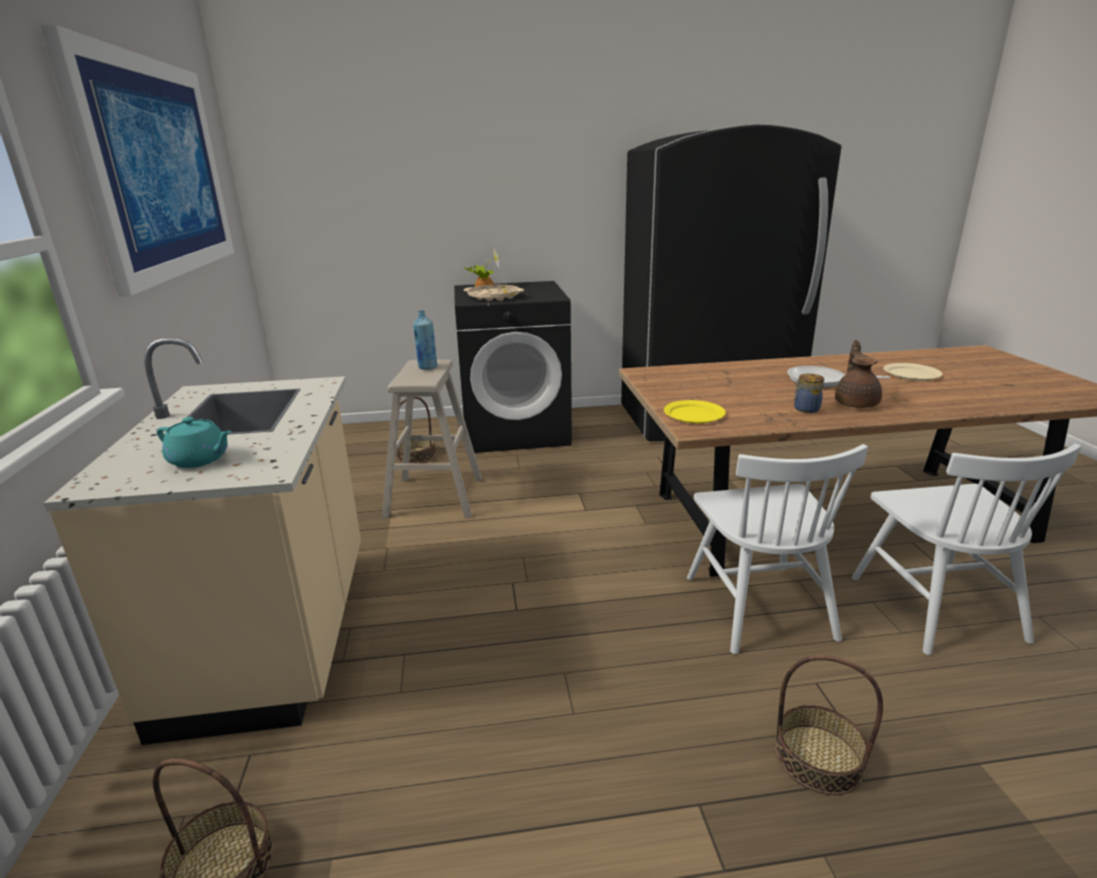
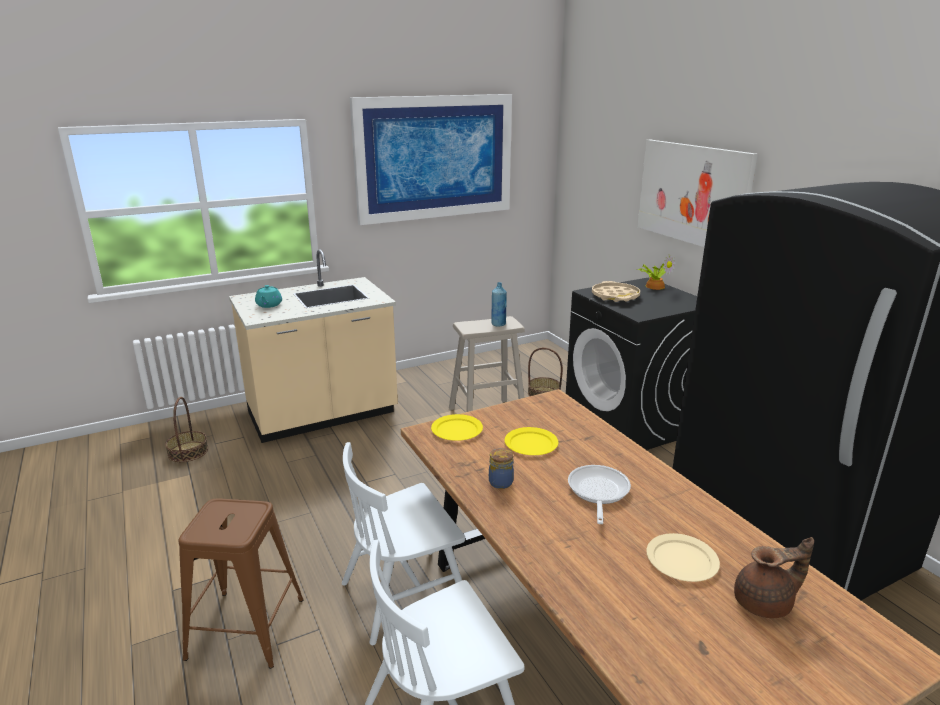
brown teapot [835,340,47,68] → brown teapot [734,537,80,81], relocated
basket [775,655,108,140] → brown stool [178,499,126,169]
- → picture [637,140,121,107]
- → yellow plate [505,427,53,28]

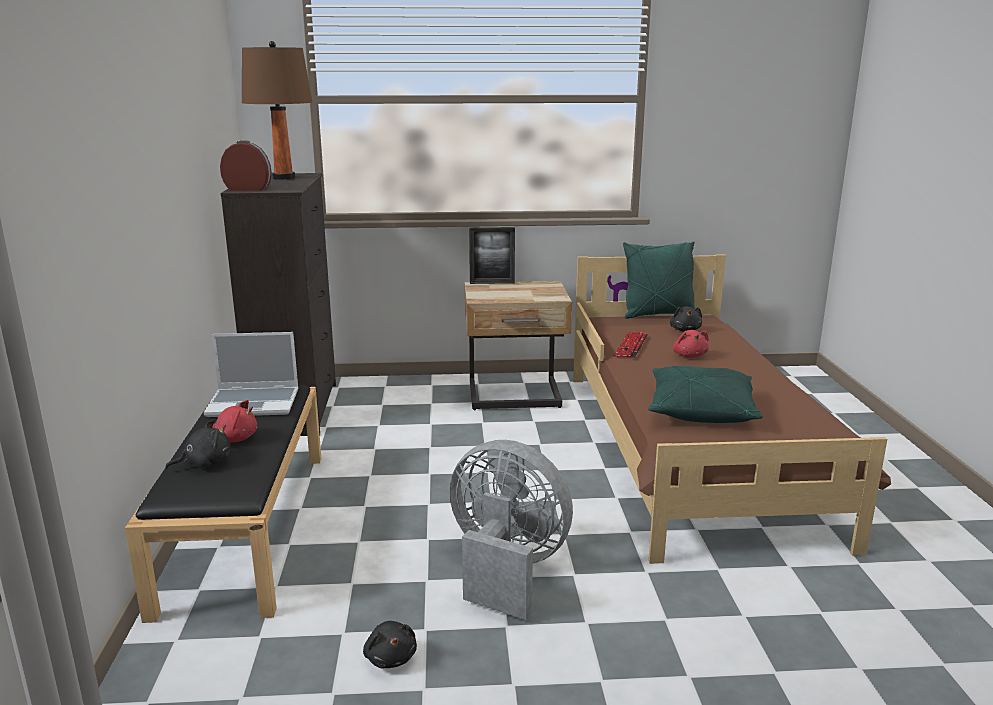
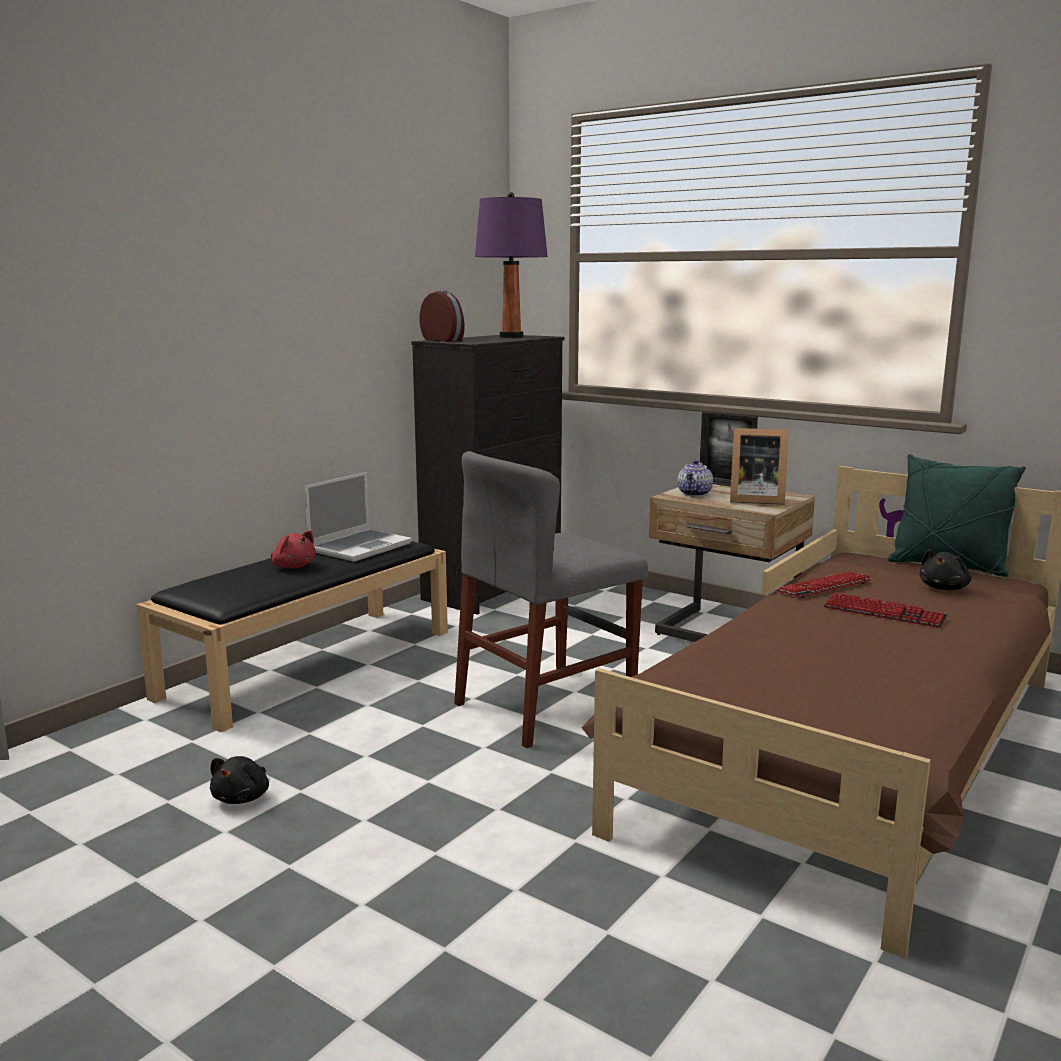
brown table lamp [242,41,70,138] → purple table lamp [475,192,73,146]
red plush toy [673,330,36,28] → keyboard [824,592,123,36]
laptop [204,332,95,85] → laptop [305,472,107,90], 90 degrees counterclockwise
green pillow [648,366,115,57] → -
black plush toy [165,419,66,50] → -
grey fan [449,440,124,180] → -
- → picture frame [730,428,58,77]
- → grey chair [454,451,194,297]
- → teapot [677,460,36,37]

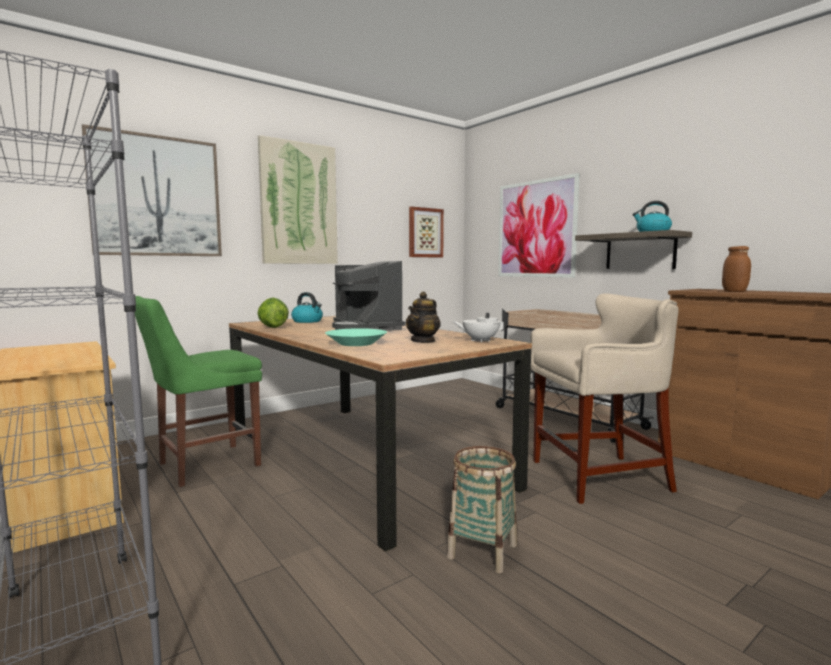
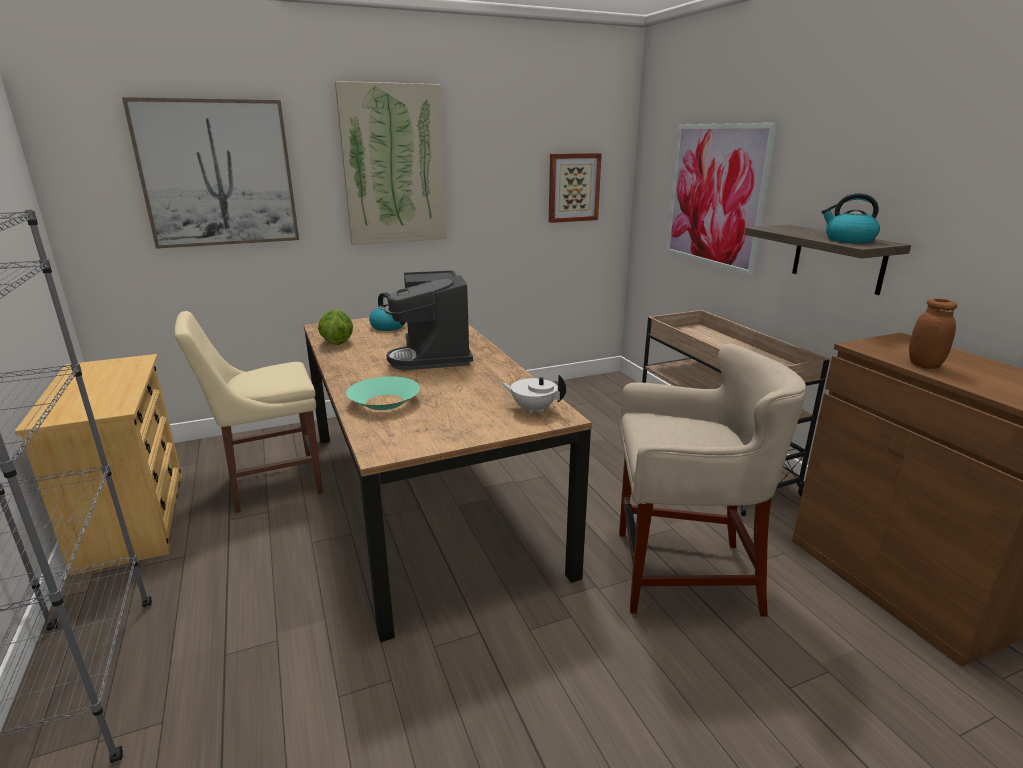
teapot [406,292,35,51] → -
green chair [135,296,127,191] → beige chair [174,311,149,202]
basket [447,446,70,127] → -

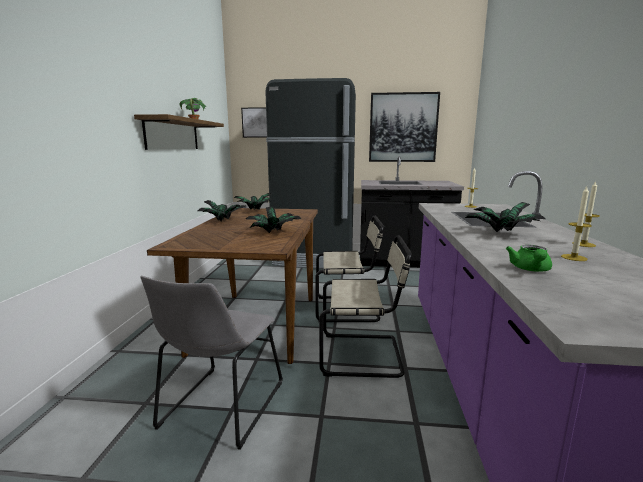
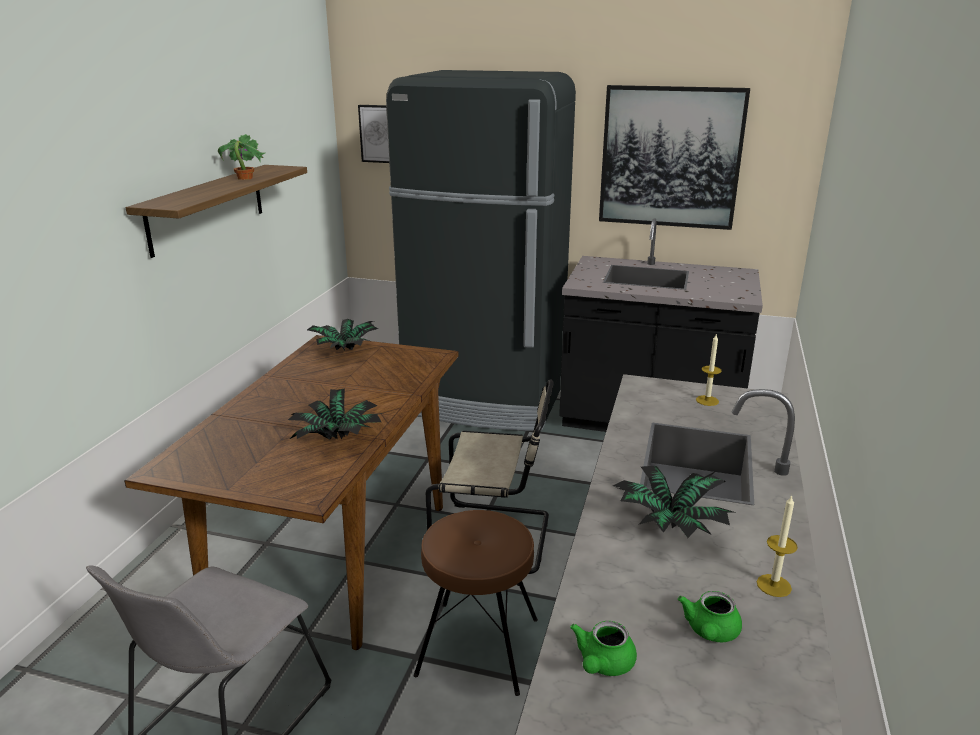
candle [561,187,31,74] → green teapot [678,591,64,51]
potted plant [198,200,49,21] → -
beige chair [319,235,93,143] → brown stool [414,510,124,186]

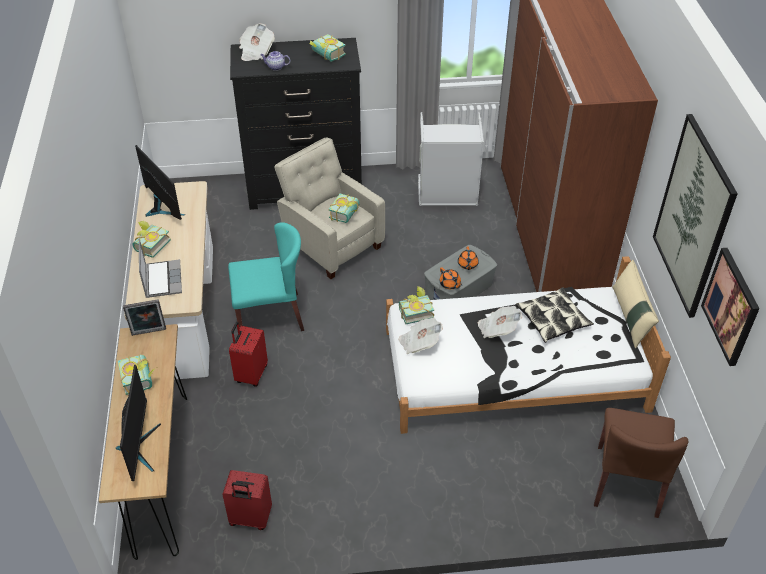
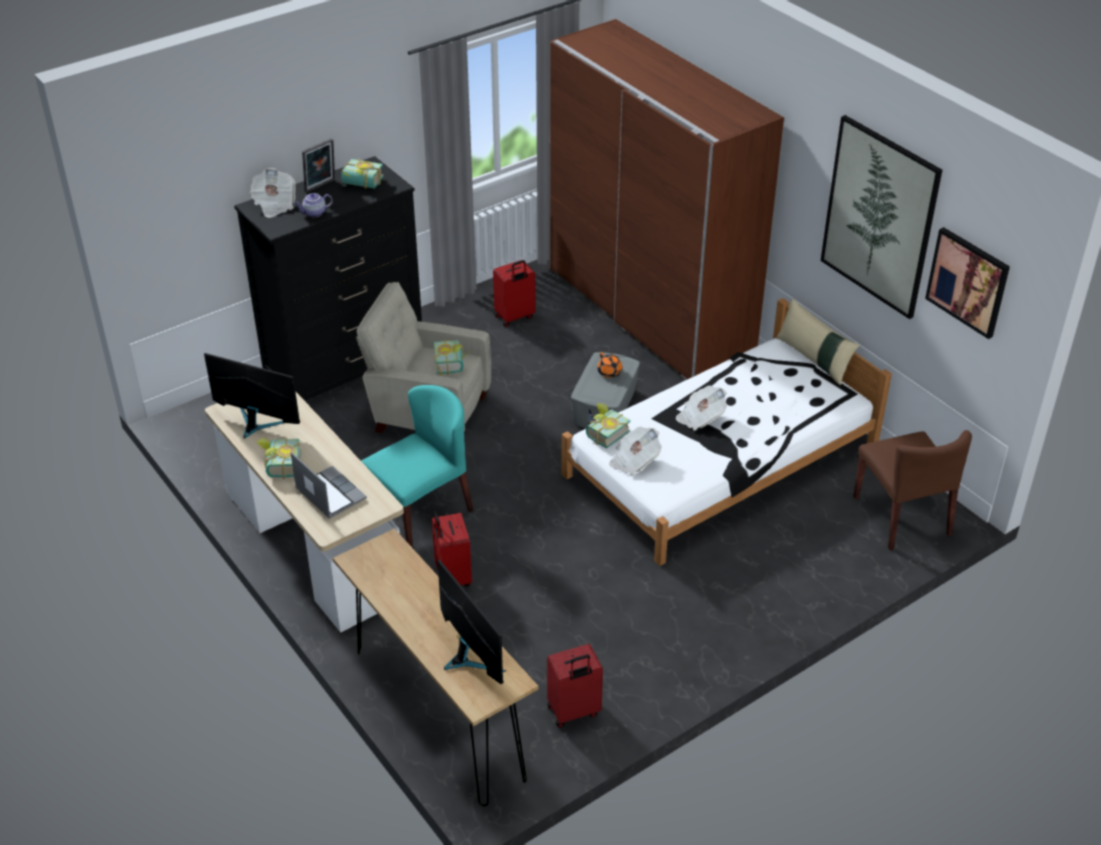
grey laundry basket [418,112,66,94] → red suitcase [493,260,43,67]
orange teapot [439,267,23,22] → -
pillow [516,287,78,56] → -
picture frame [123,299,43,37] → picture frame [302,138,33,55], relocated
book [118,355,37,40] → -

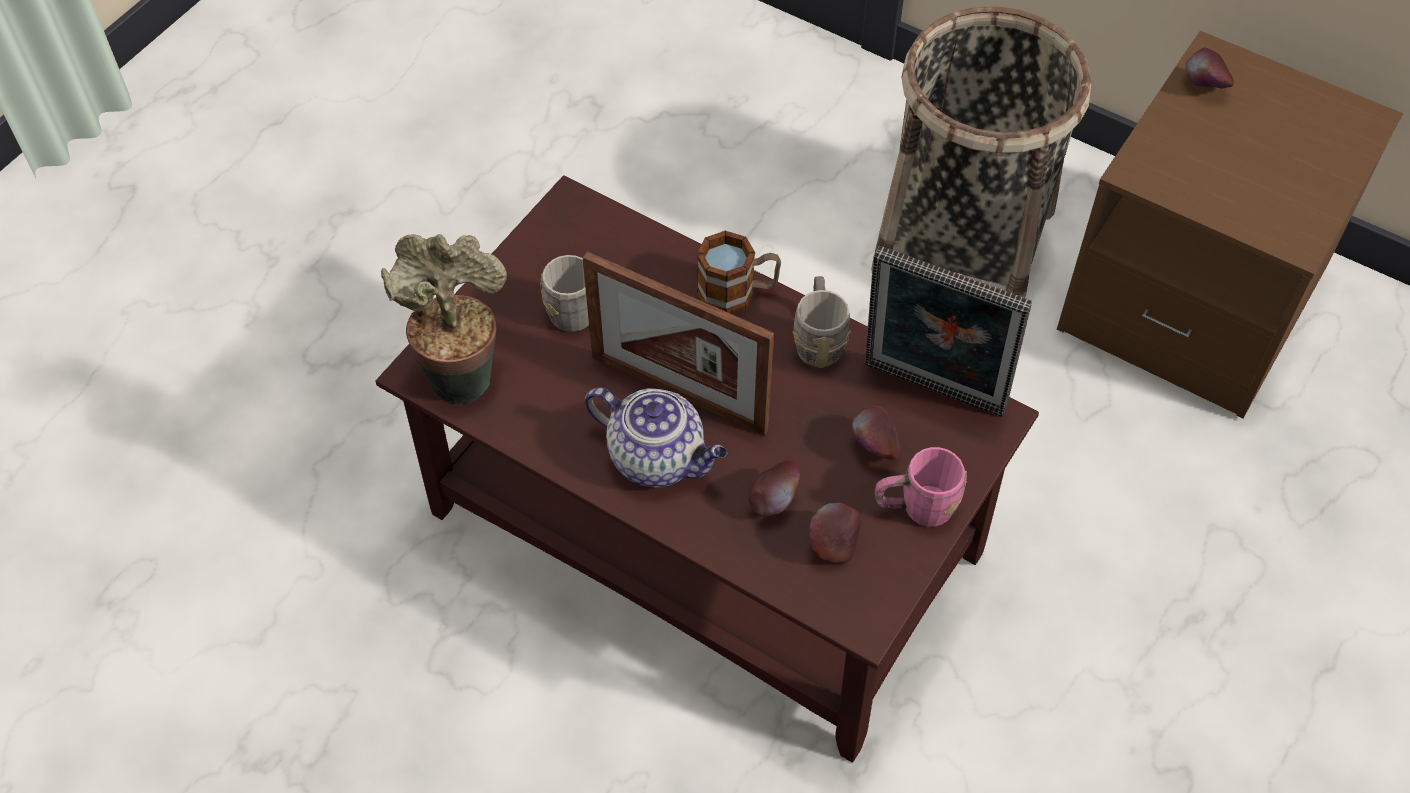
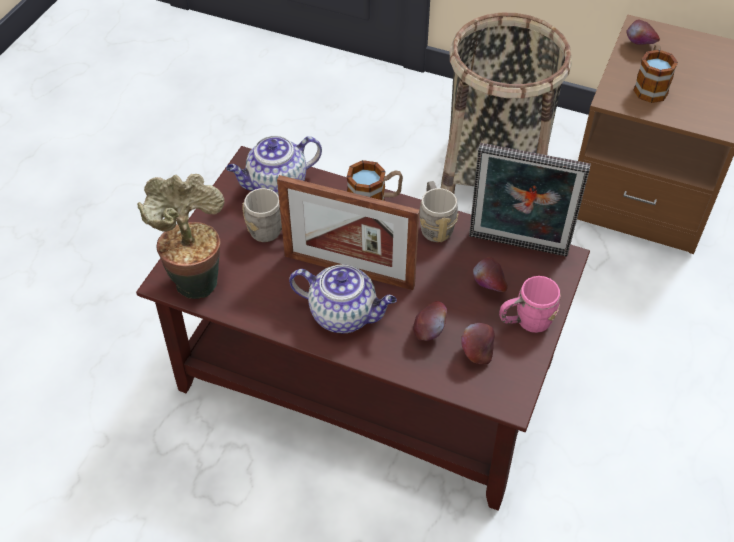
- → mug [633,44,45,59]
- → teapot [226,135,96,61]

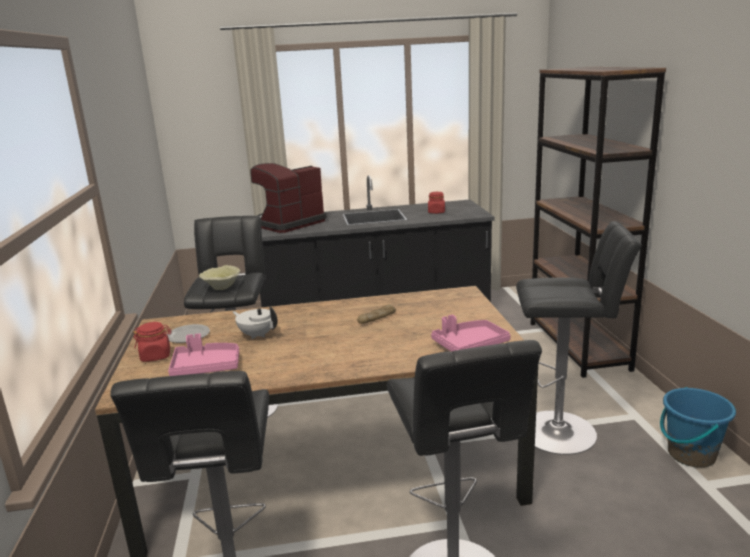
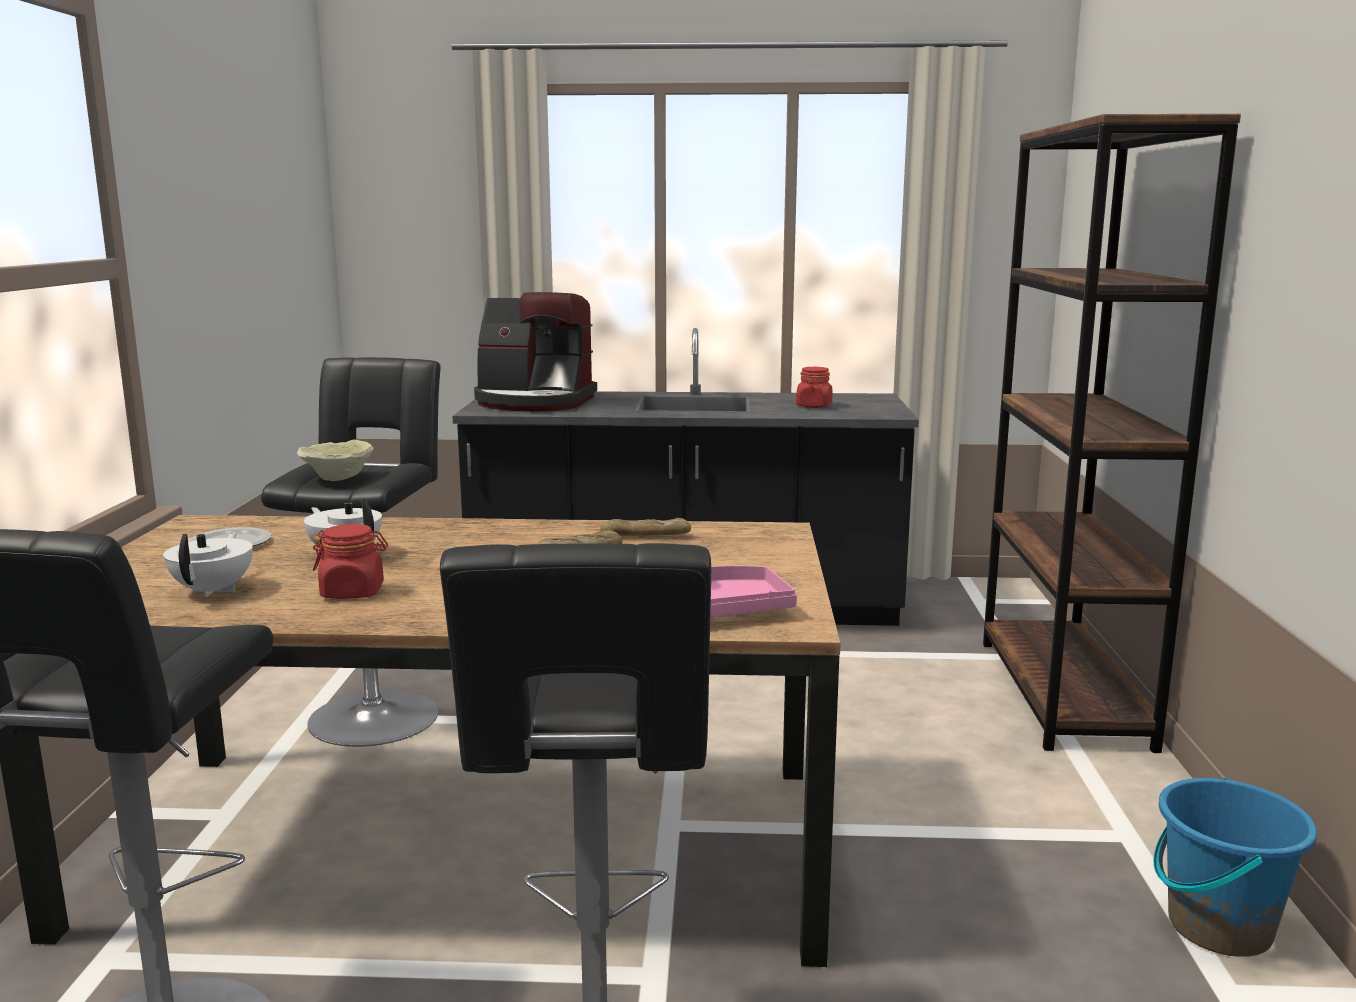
coffee machine [250,163,77,70] → coffee machine [474,292,123,119], 135 degrees counterclockwise
black stool [516,221,126,234] → -
red jar [133,322,39,40] → red jar [313,524,75,75], relocated
pink tray [168,333,71,43] → white teapot [163,532,90,66]
- → bread [600,518,91,18]

